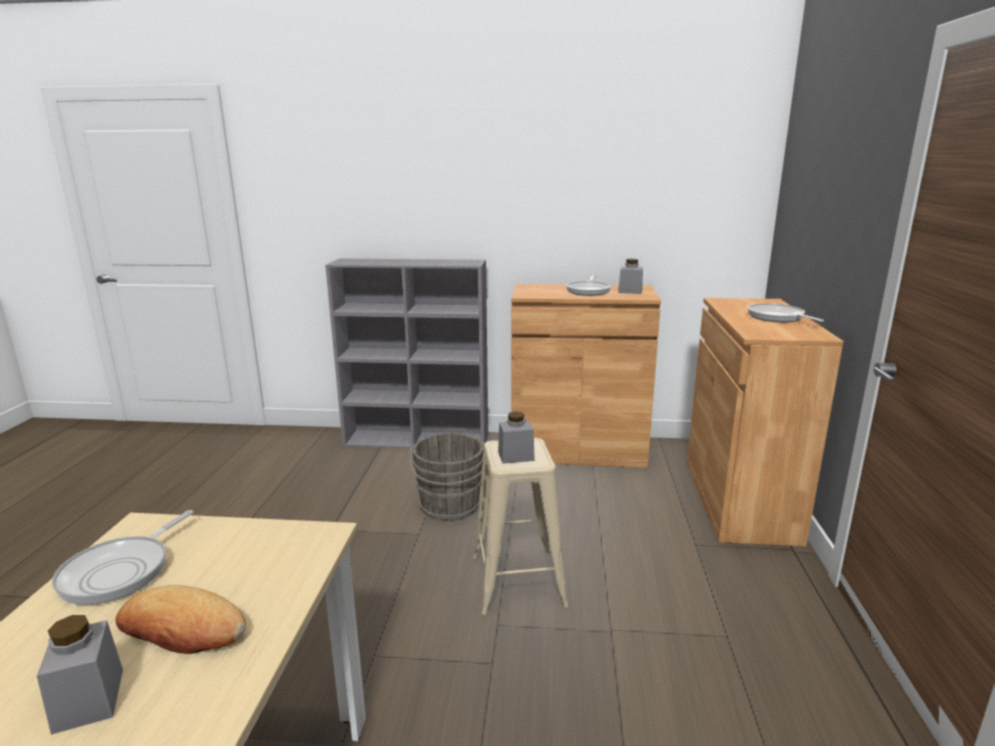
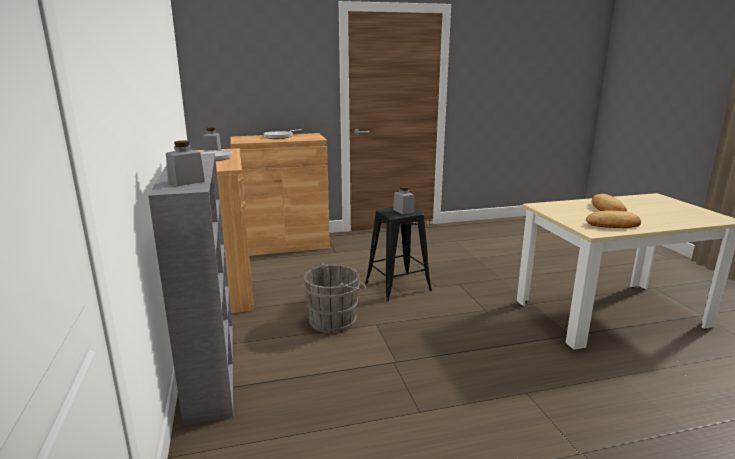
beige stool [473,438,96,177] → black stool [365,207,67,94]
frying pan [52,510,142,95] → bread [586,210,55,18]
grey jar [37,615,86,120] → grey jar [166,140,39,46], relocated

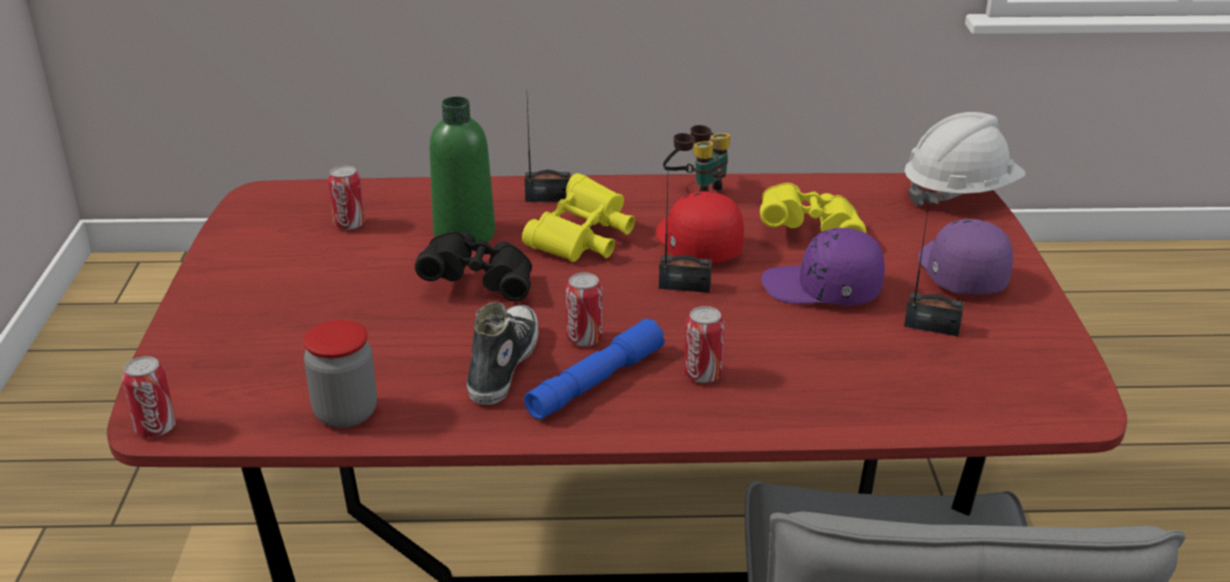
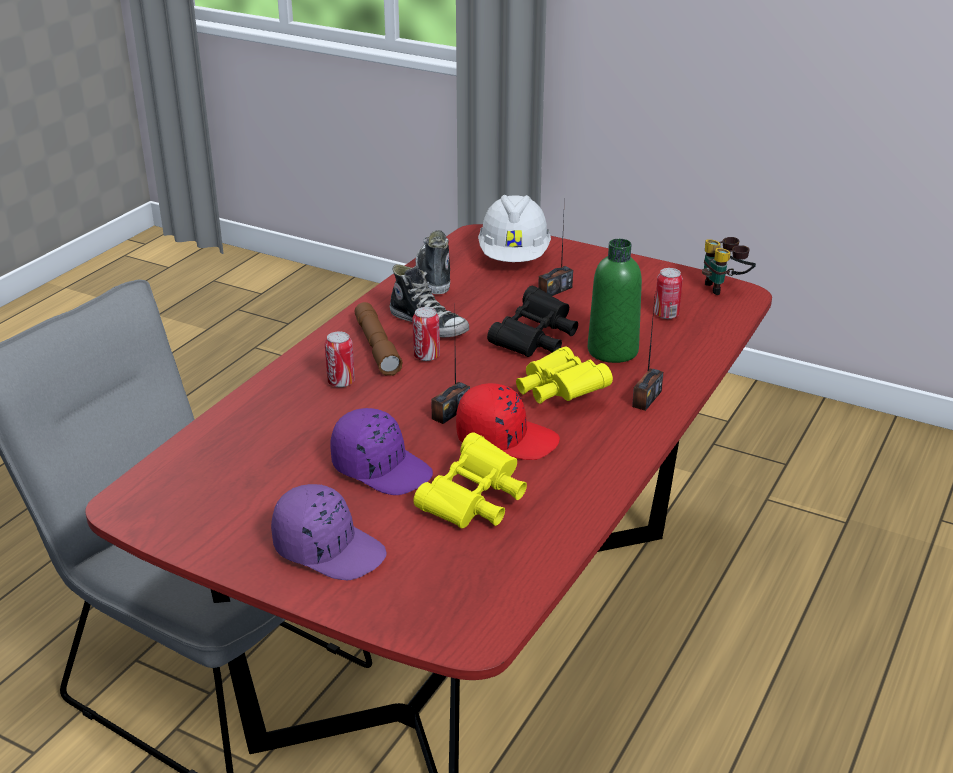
white hard hat [904,112,122,94] → white hard hat [478,195,73,67], relocated
binoculars [663,125,67,67] → binoculars [702,237,54,58], relocated
radio [904,204,60,132] → radio [538,196,35,100], relocated
purple cap [761,228,124,78] → purple cap [330,408,103,87], 75 degrees clockwise
blue flashlight [524,318,141,101] → brown flashlight [355,302,48,74]
jar [304,320,73,108] → shoe [416,230,34,64]
can [122,356,54,81] → -

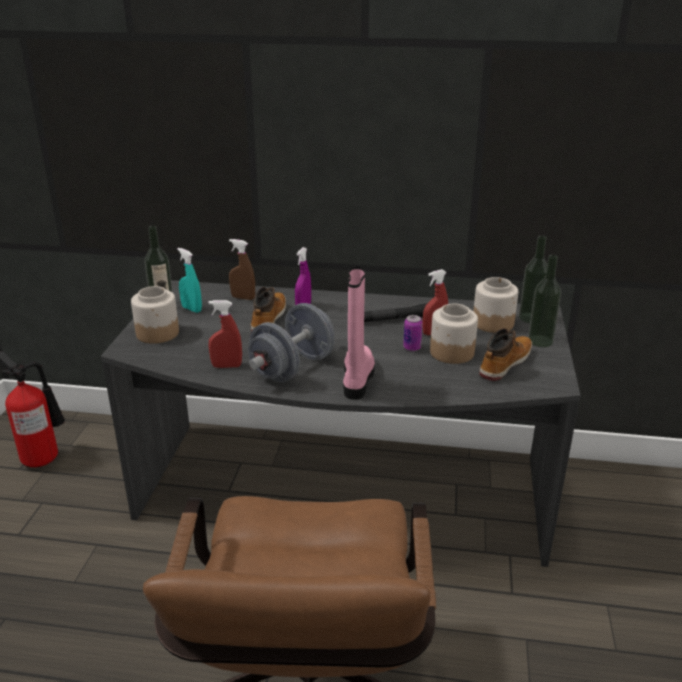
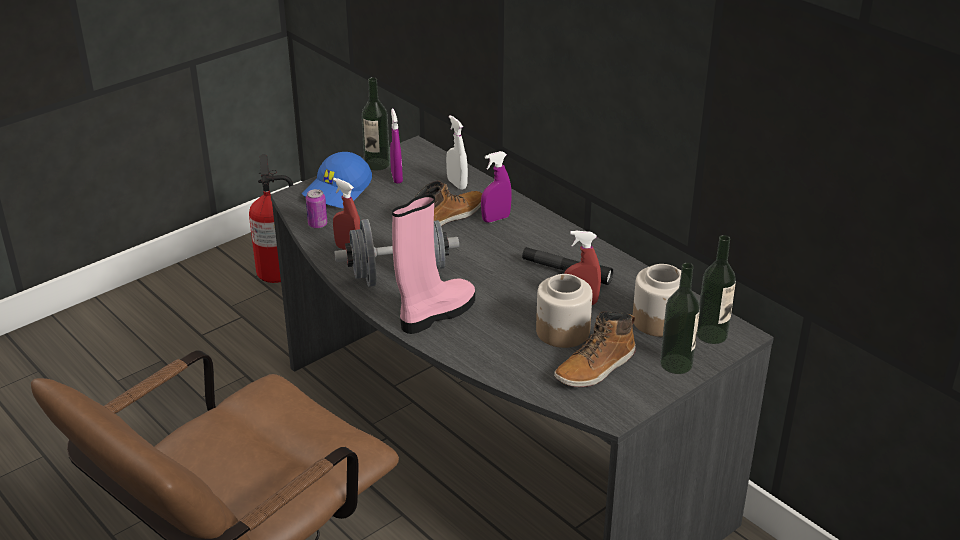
brown spray bottle [229,239,26,61] → white spray bottle [446,115,22,75]
turquoise spray bottle [177,248,25,65] → purple spray bottle [390,109,13,75]
jar [131,286,48,58] → blue cap [302,152,70,56]
can [403,315,20,36] → can [306,189,21,40], relocated
boot [479,328,53,53] → boot [554,311,82,76], 150 degrees clockwise

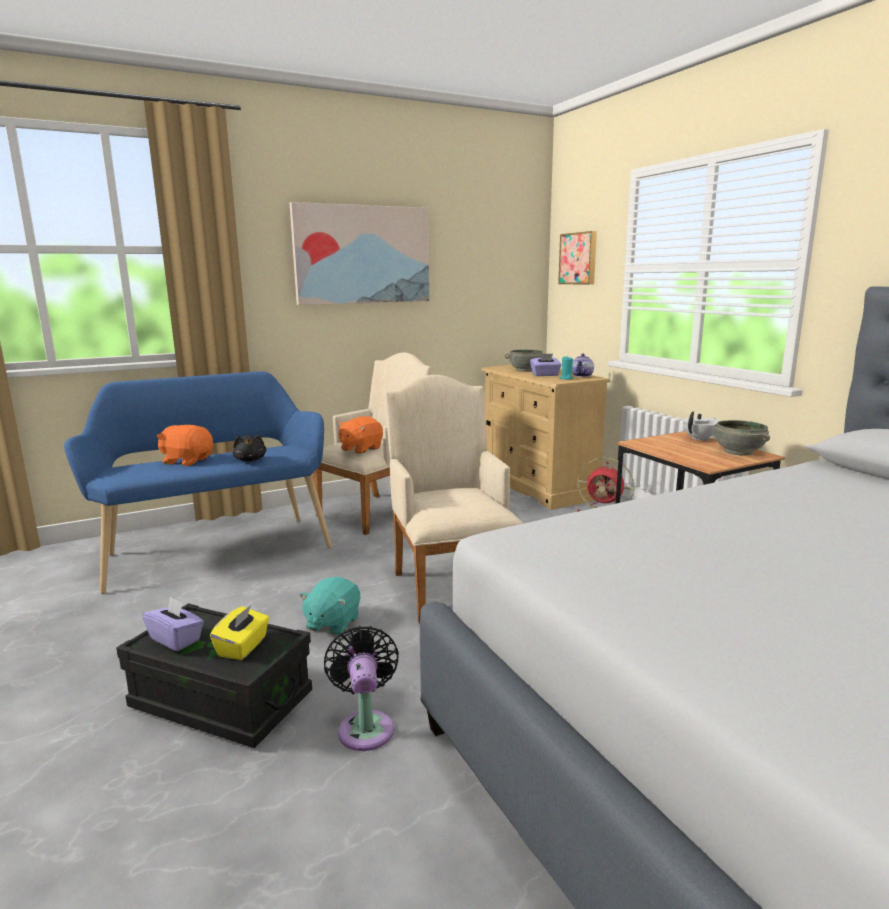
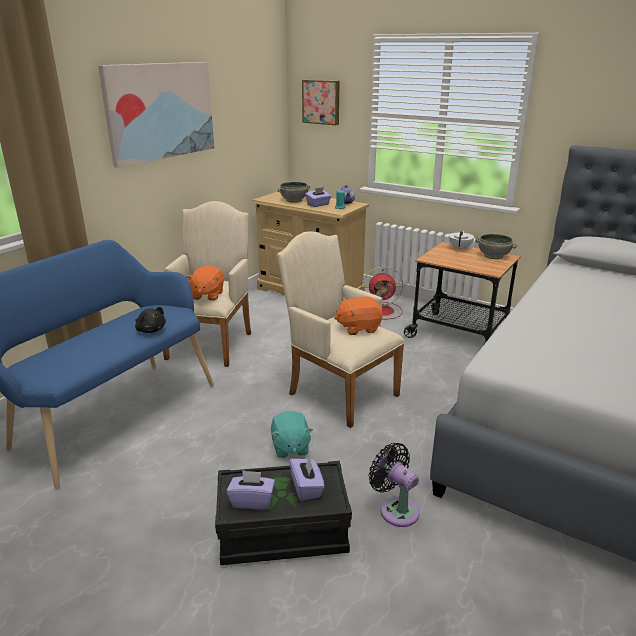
orange plush toy [156,425,57,41] → orange plush toy [334,296,48,39], relocated
yellow tissue box [210,604,59,56] → purple tissue box [289,455,36,46]

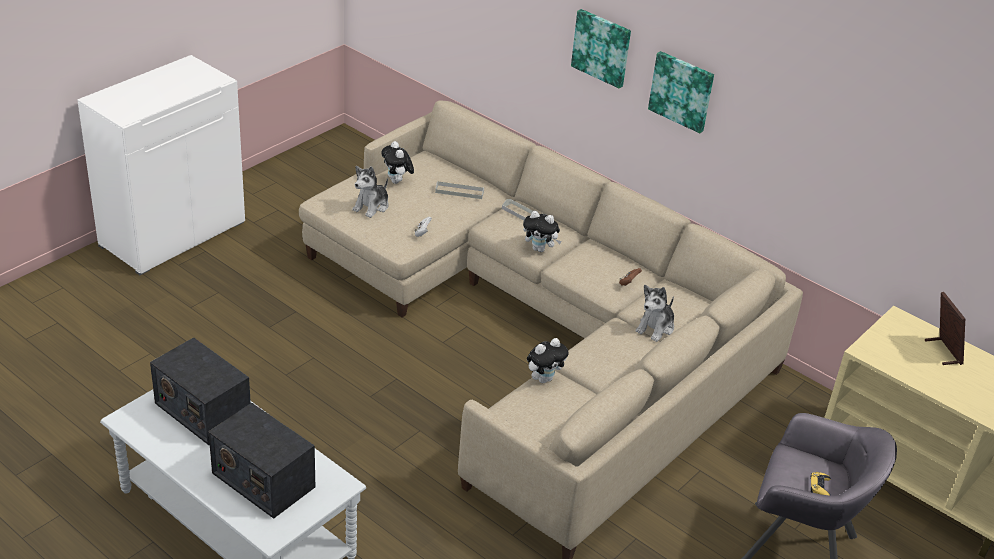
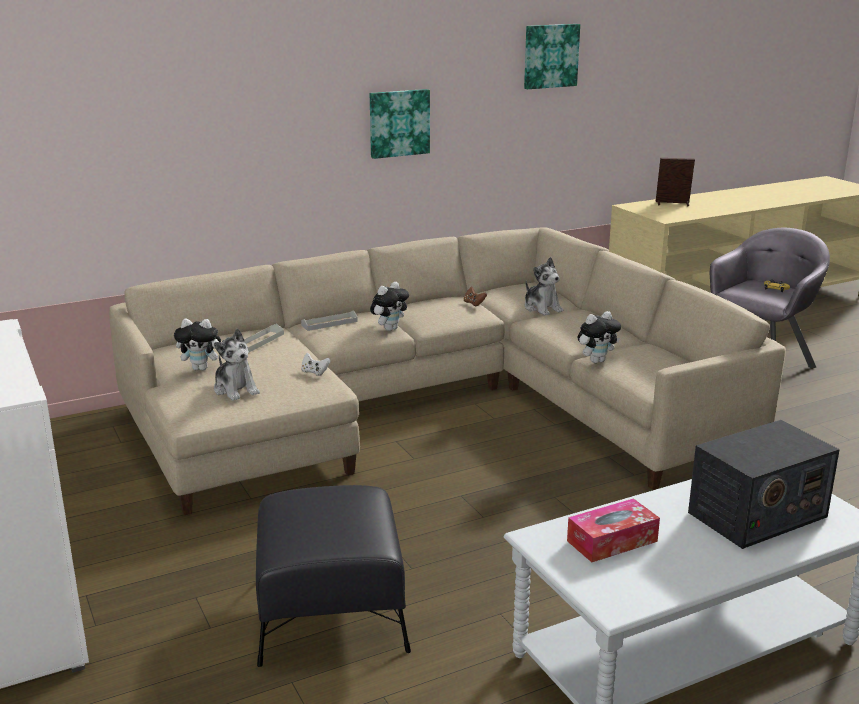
picture [571,9,60,80] → picture [524,24,56,65], relocated
radio [150,337,101,108] → tissue box [567,498,93,64]
plush toy [527,338,41,45] → plush toy [578,311,43,52], 75 degrees clockwise
- → black ottoman [256,485,155,182]

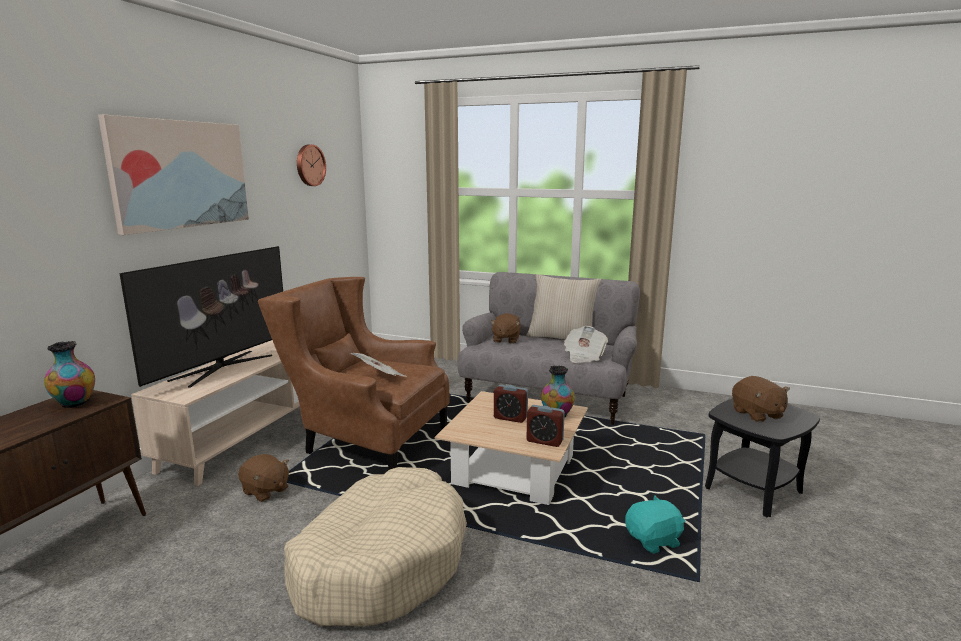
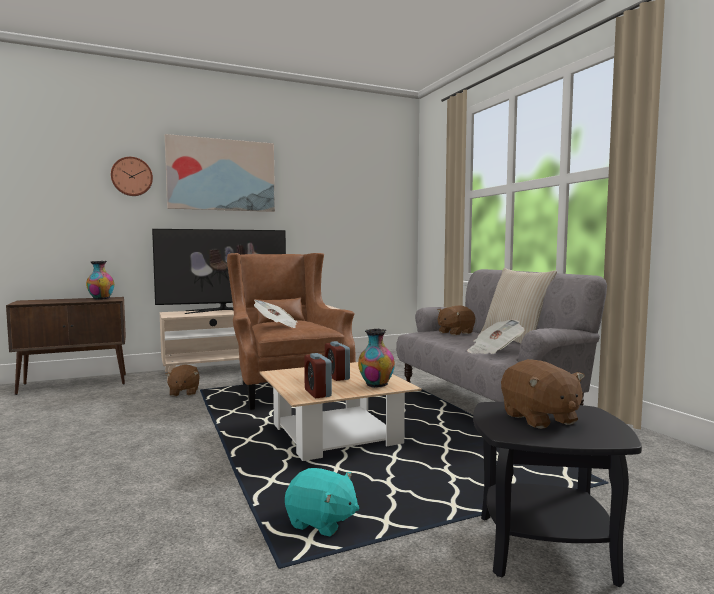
wall clock [297,144,29,42] → wall clock [111,157,42,39], relocated
brown plush toy [732,376,58,46] → brown plush toy [501,359,84,70], 45 degrees counterclockwise
beige dog bed [284,467,183,159] → -

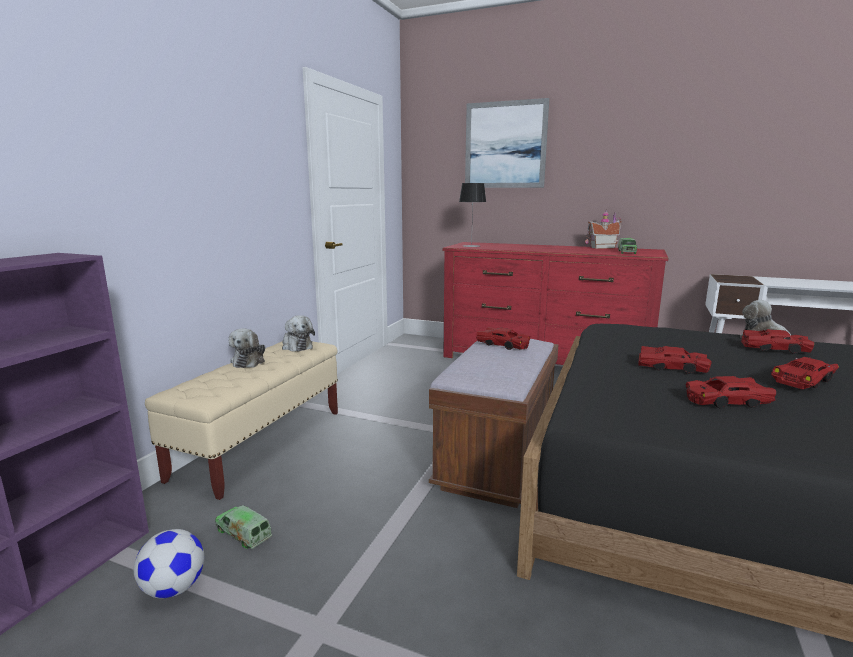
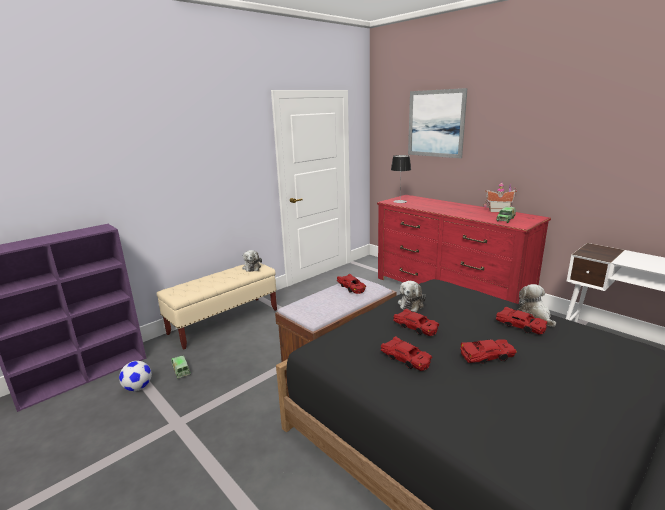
plush toy [229,328,36,40] → plush toy [398,281,28,31], relocated
red toy car [685,376,91,32] → red toy car [381,336,51,35], 150 degrees counterclockwise

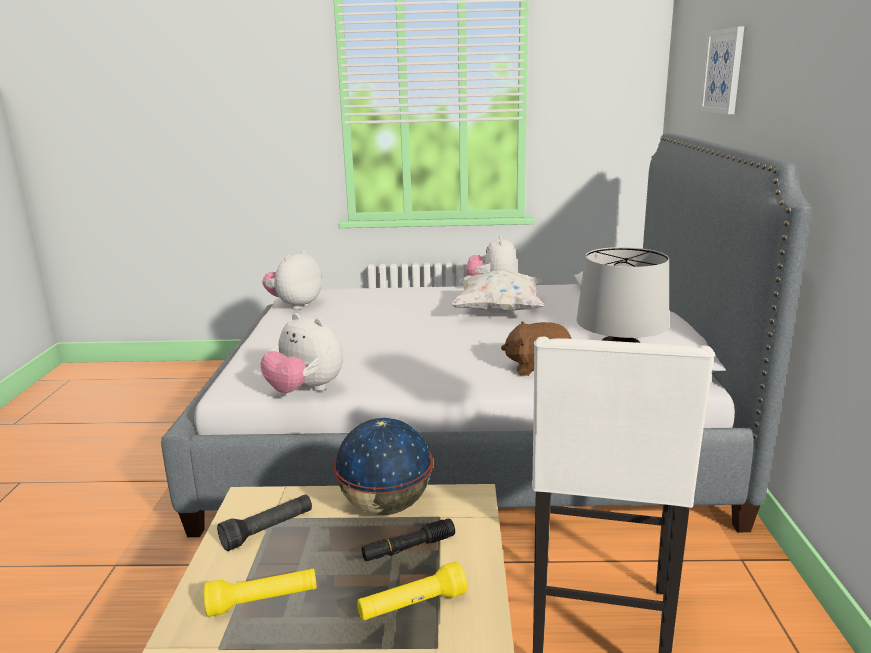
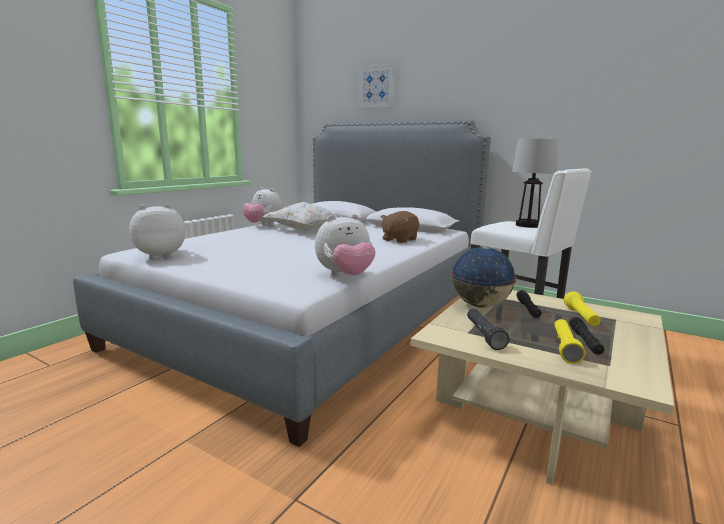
plush toy [262,250,60,60] → plush toy [129,204,57,55], 90 degrees clockwise
- → black flashlight [569,317,35,38]

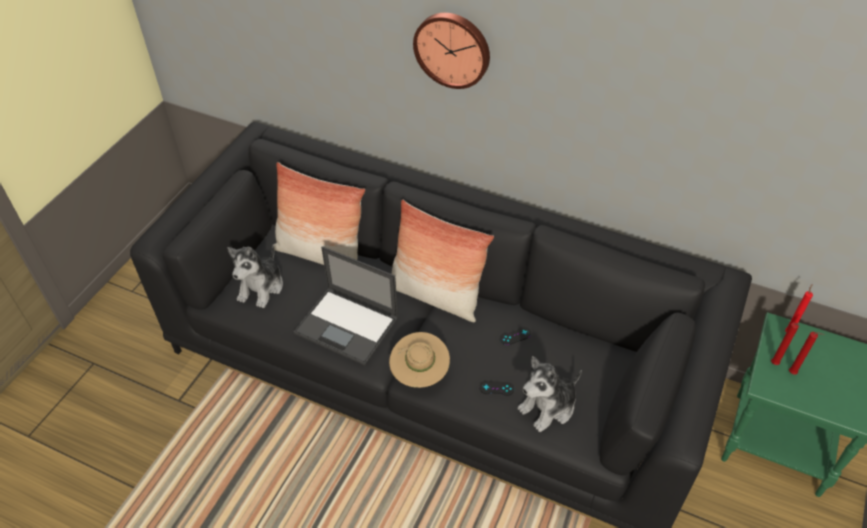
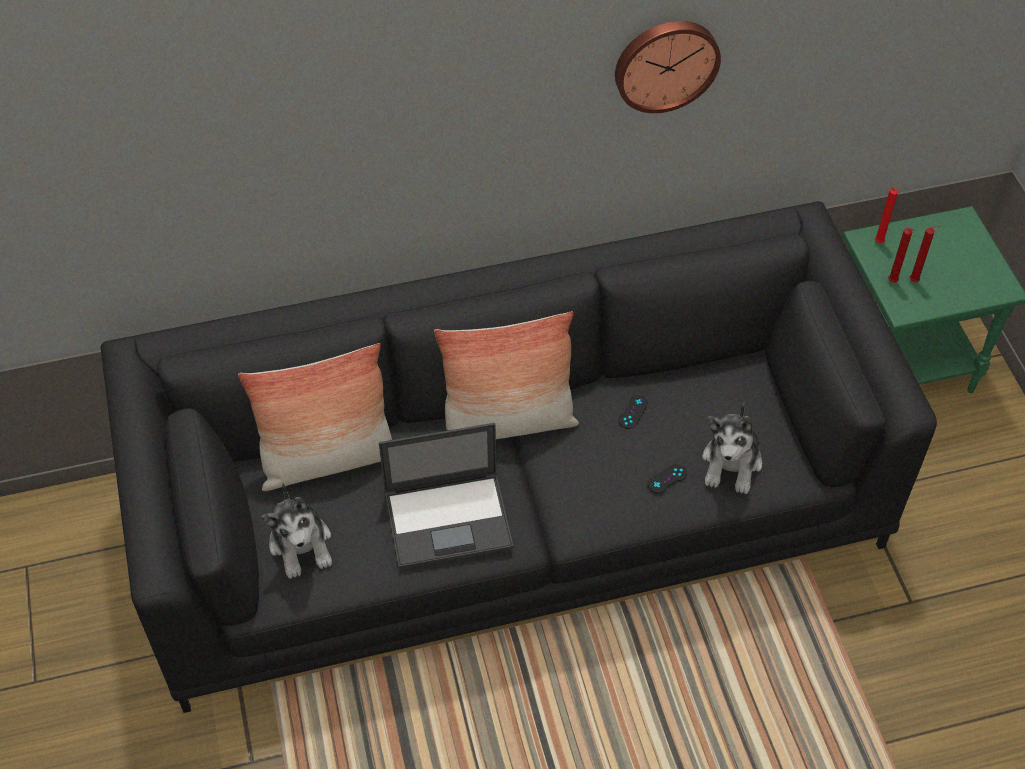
wall clock [413,13,77,76] → wall clock [615,21,106,92], relocated
beige hat [389,332,61,56] → -

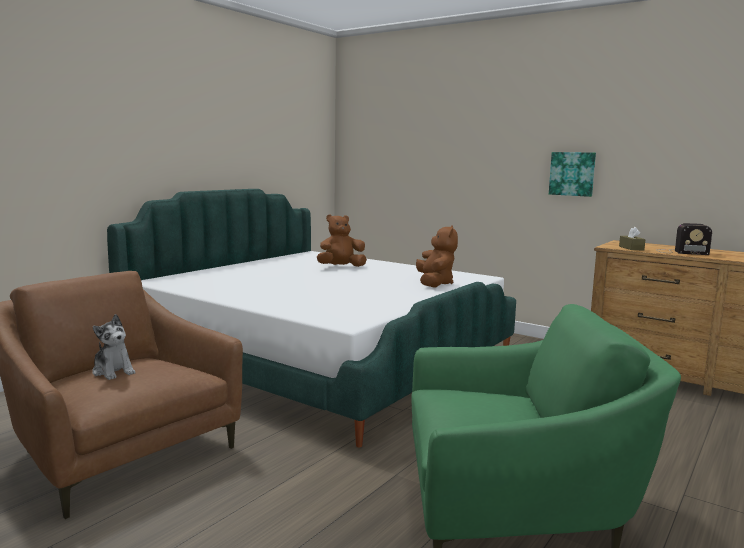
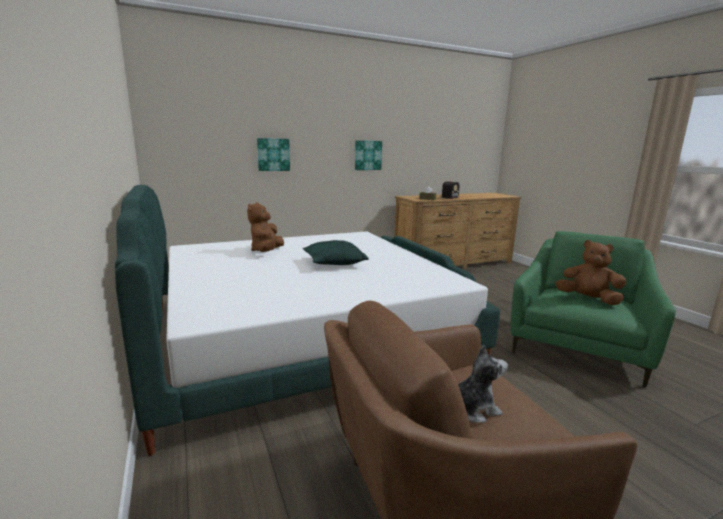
brown plush toy [416,225,42,62] → brown plush toy [556,240,70,65], relocated
- → picture [257,138,33,33]
- → green pillow [303,240,66,25]

